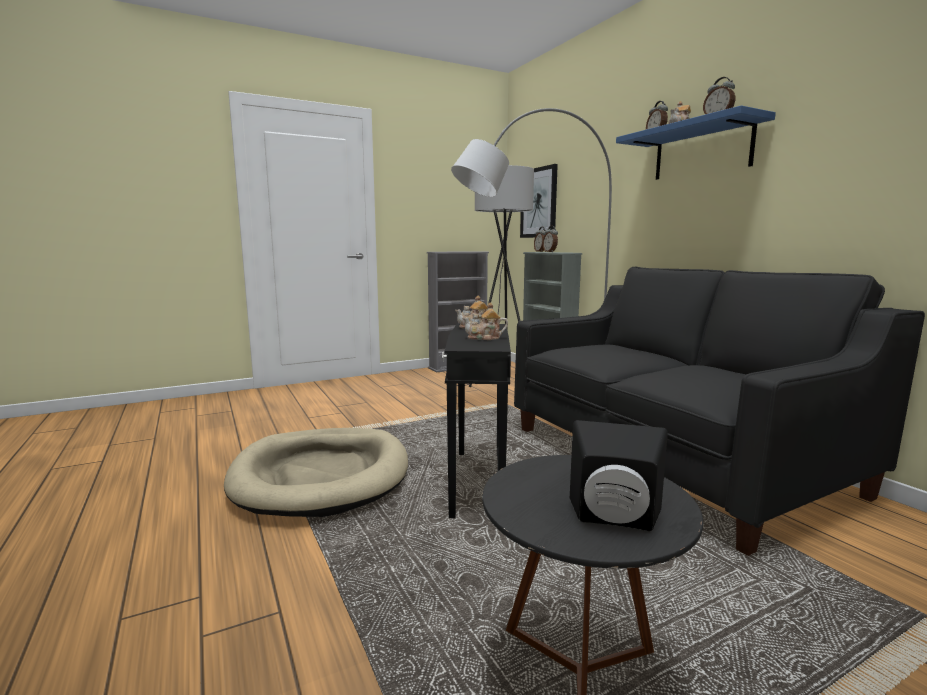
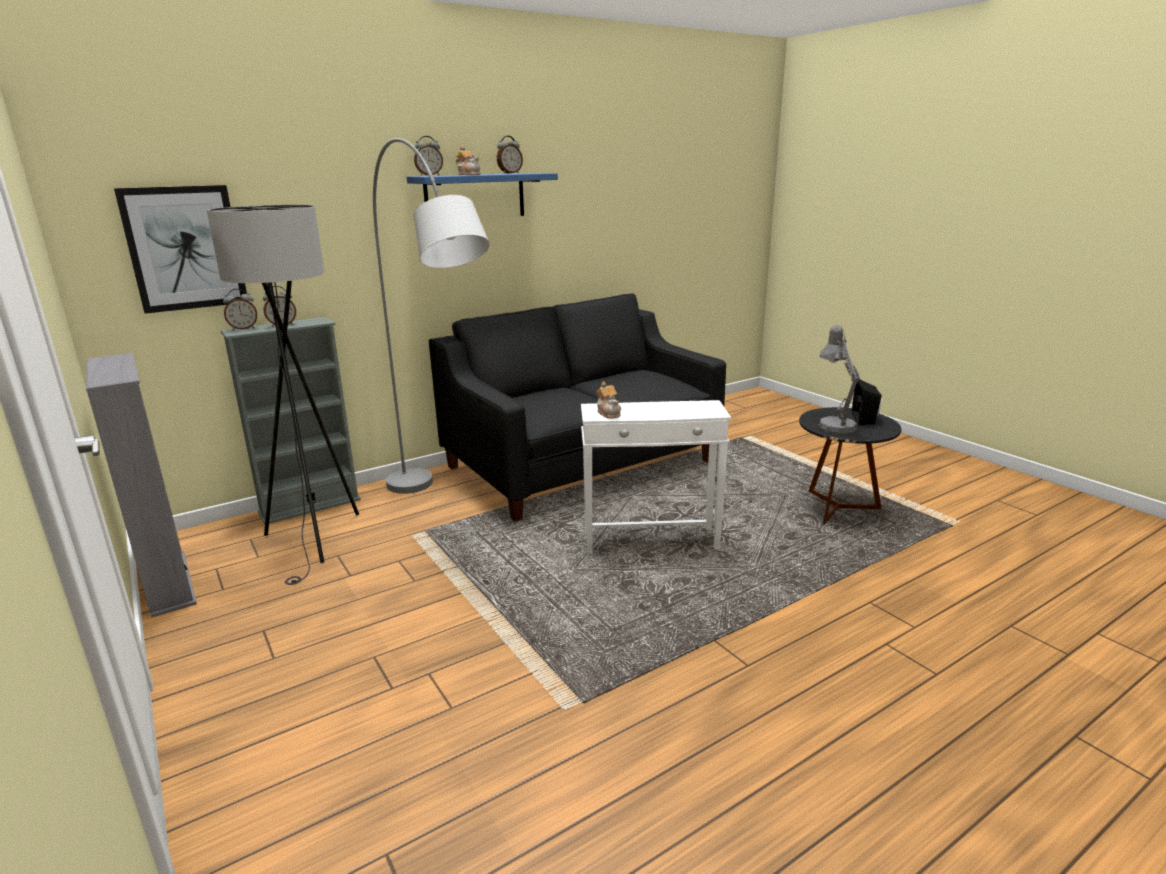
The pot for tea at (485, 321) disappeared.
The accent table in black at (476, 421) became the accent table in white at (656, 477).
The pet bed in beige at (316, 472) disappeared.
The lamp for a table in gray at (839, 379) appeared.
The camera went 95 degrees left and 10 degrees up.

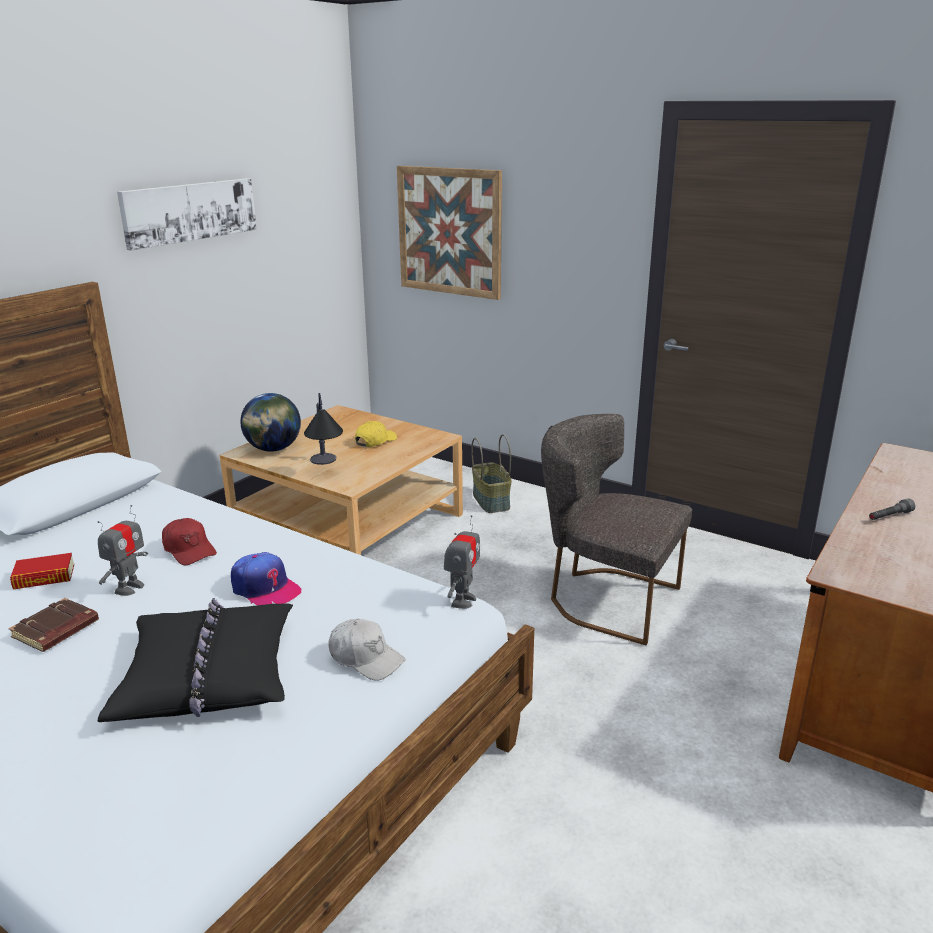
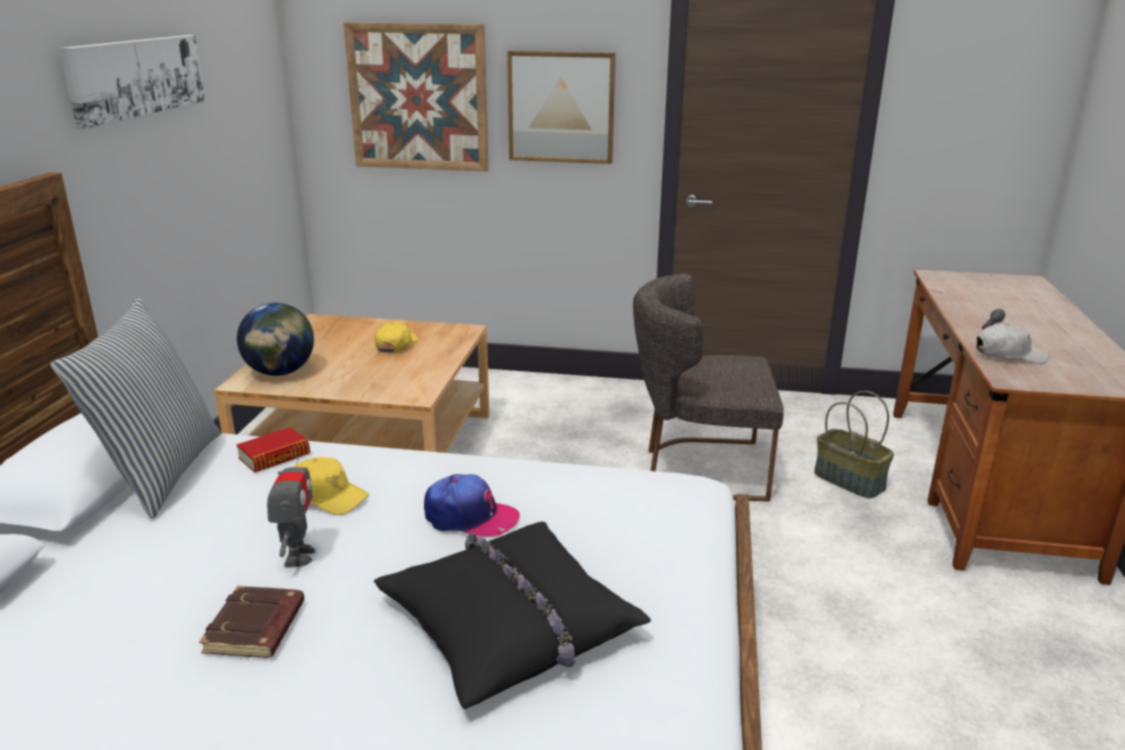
The lamp for a table at (323, 429) disappeared.
The household basket moved from (491, 473) to (854, 444).
The toy robot at (462, 562) disappeared.
The cap in red at (189, 541) became the cap in yellow-coloured at (331, 486).
The bound book moved from (42, 571) to (273, 450).
The cap in white moved from (366, 650) to (1012, 343).
The picture at (561, 107) appeared.
The pillow at (135, 408) appeared.
The camera went 25 degrees left and 0 degrees up.

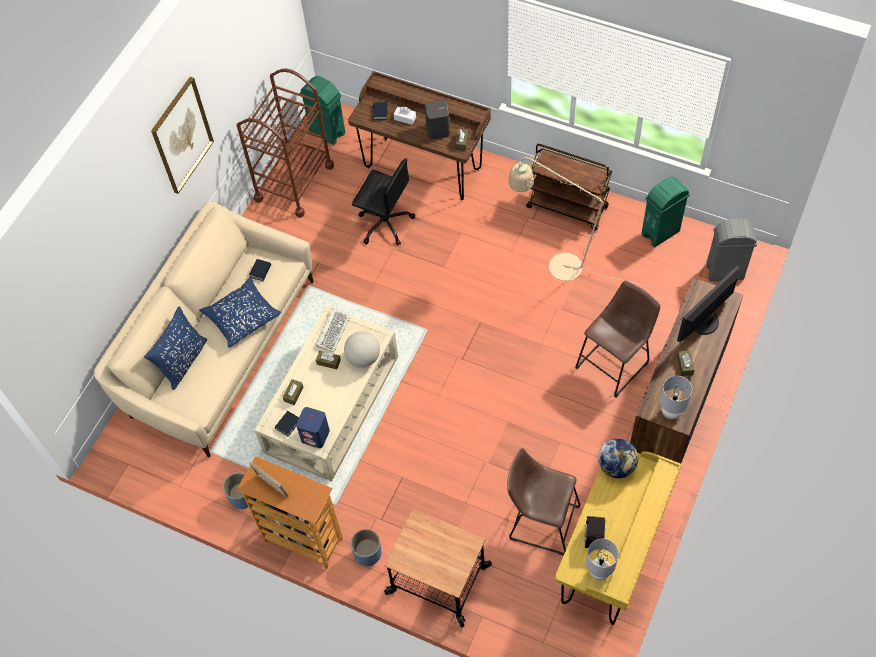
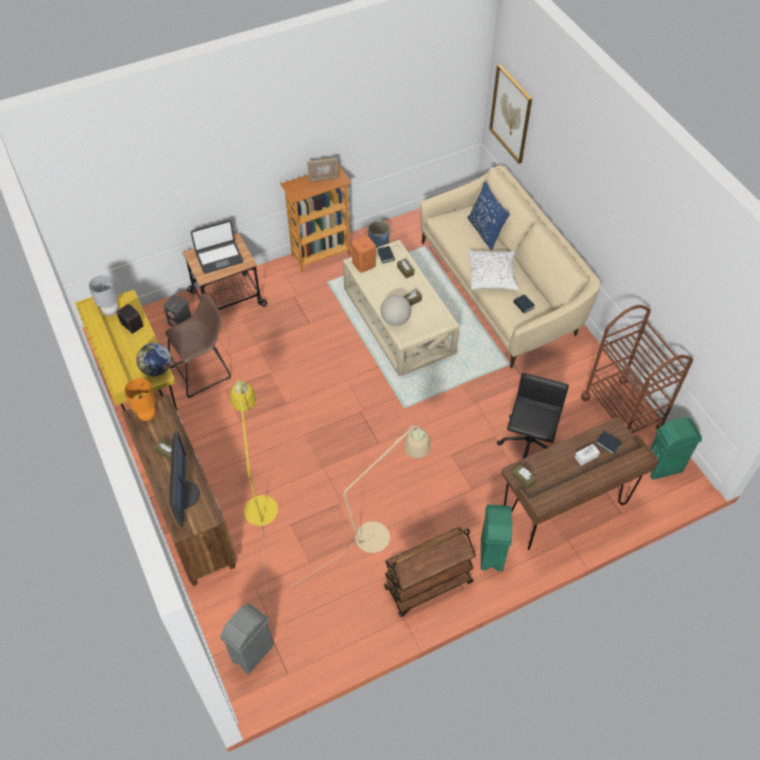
The picture moved from (182, 135) to (510, 114).
The speaker in gray moved from (437, 120) to (177, 310).
The computer chair in black at (383, 202) turned 135 degrees clockwise.
The trash can in green-coloured moved from (665, 212) to (496, 538).
The pillow in blue-coloured at (240, 312) became the pillow in white at (494, 270).
The stool in brown-coloured at (617, 339) was replaced by the standard lamp in yellow-coloured at (254, 486).
The computer keyboard at (333, 330) disappeared.
The lamp for a table in gray at (676, 397) became the lamp for a table in orange at (140, 399).
The speaker in blue-coloured at (313, 427) became the speaker in orange at (364, 254).
The plant pot in blue-coloured at (365, 547) disappeared.
The notebook computer at (217, 247) appeared.
The camera went 125 degrees right and 5 degrees down.

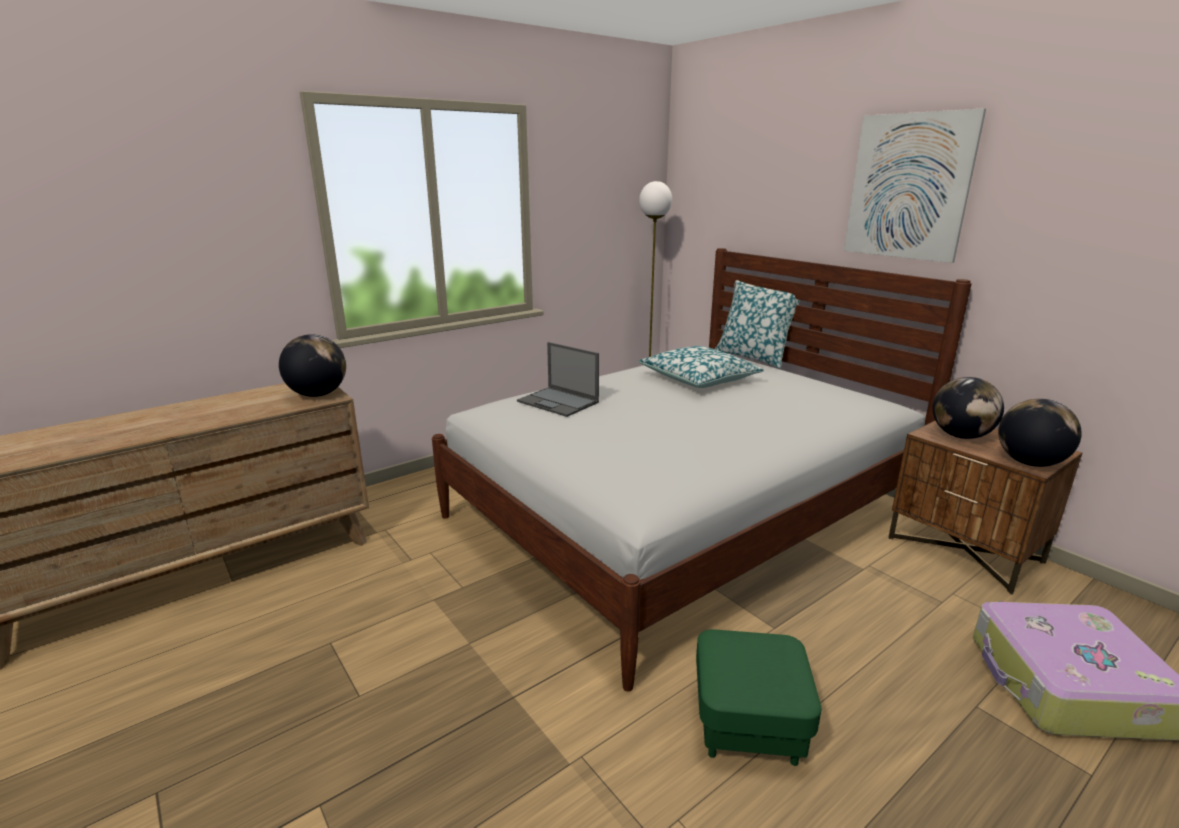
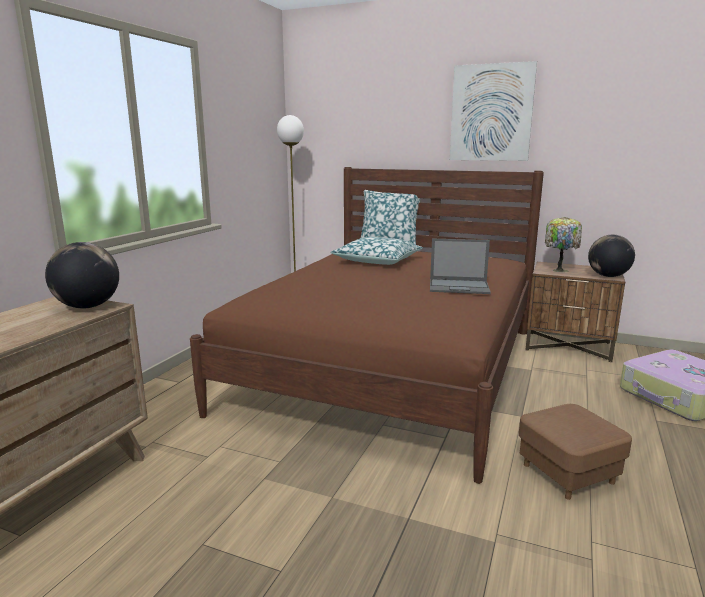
The sleeping bed in white at (702, 470) became the sleeping bed in brown-coloured at (367, 325).
The notebook computer moved from (558, 379) to (460, 266).
The desk globe at (968, 408) was replaced by the lamp for a table at (563, 244).
The footrest in green-coloured at (759, 697) became the footrest in brown-coloured at (575, 452).
The camera went 30 degrees left and 5 degrees down.

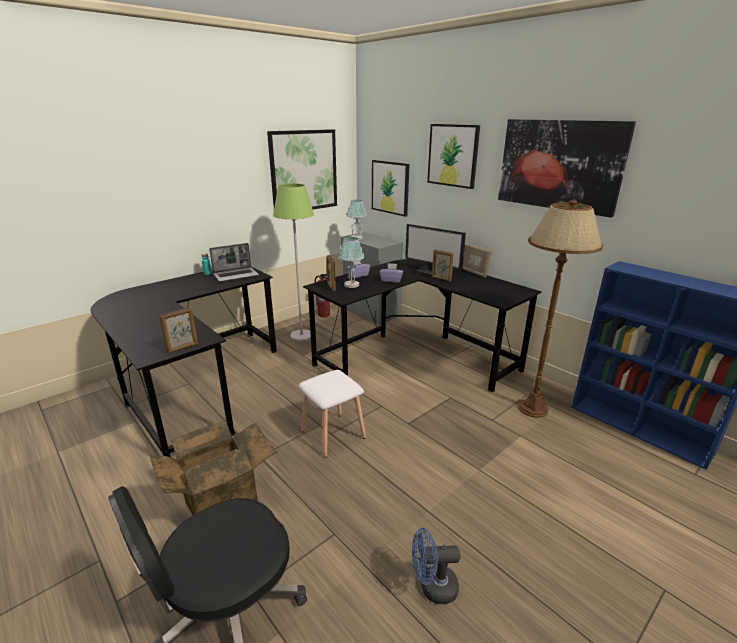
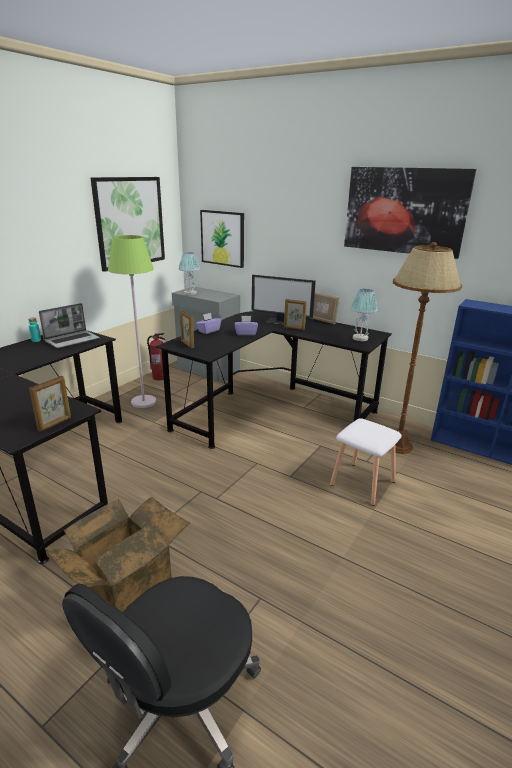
The picture at (453, 156) disappeared.
The lamp for a table moved from (351, 262) to (364, 315).
The stool in white moved from (332, 414) to (366, 462).
The fan in blue-coloured at (436, 566) disappeared.
The camera went 15 degrees left and 0 degrees up.

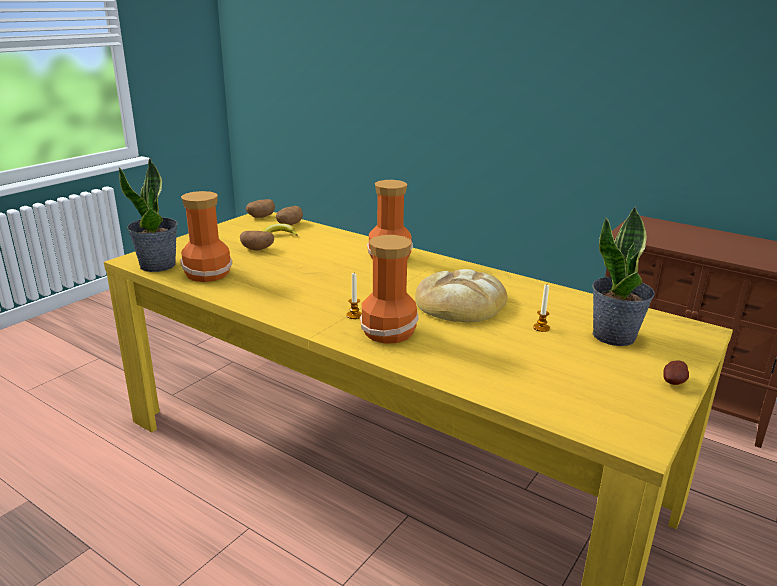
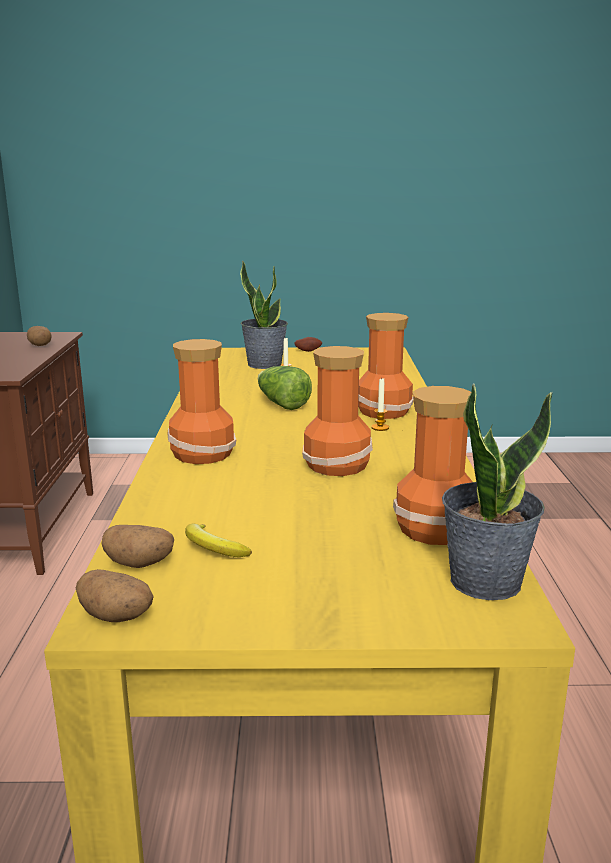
The spud moved from (257, 241) to (39, 336).
The bakery bread at (461, 295) was replaced by the lettuce head at (285, 388).
The flower vase at (337, 411) appeared.
The camera went 125 degrees left and 5 degrees down.

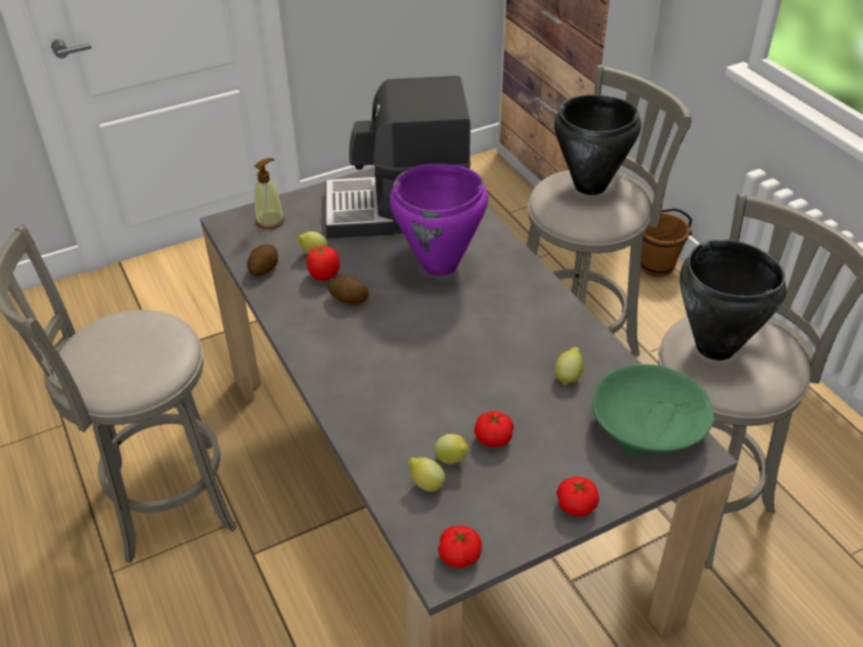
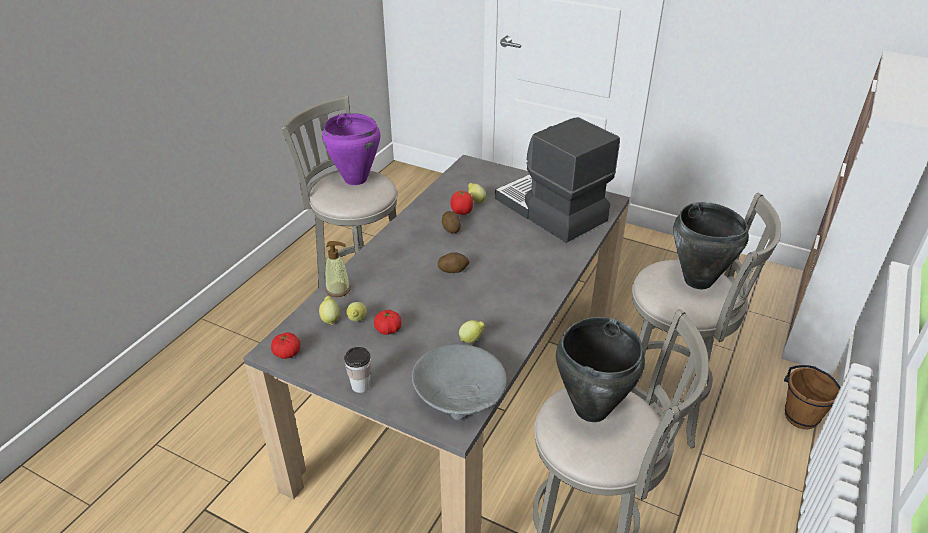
The soap bottle moved from (269, 193) to (338, 269).
The saucepot in purplish moved from (439, 220) to (351, 149).
The spud moved from (262, 260) to (453, 262).
The deep dish in green-coloured at (653, 410) became the deep dish in gray at (459, 382).
The fresh tomato at (578, 496) was replaced by the drinking cup at (357, 370).
The camera went 55 degrees right and 5 degrees down.

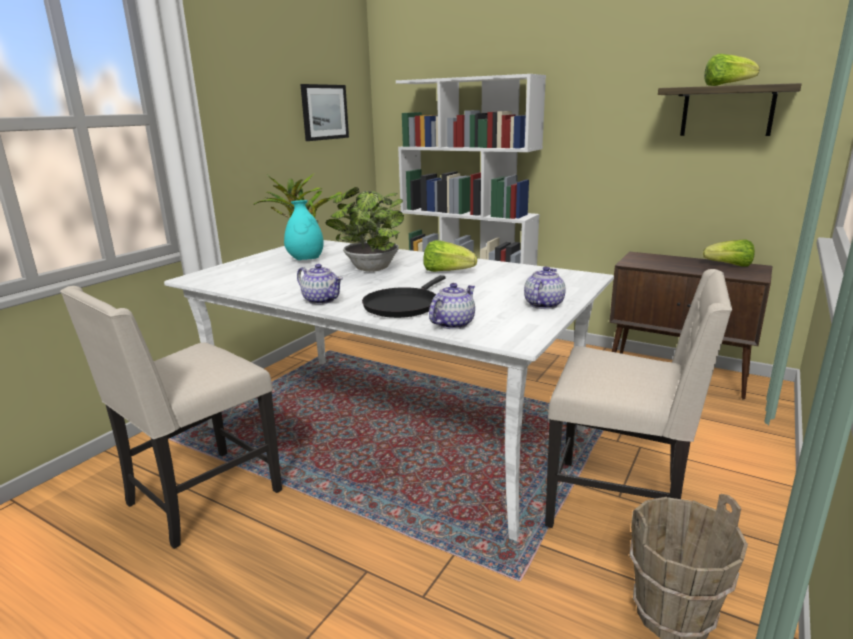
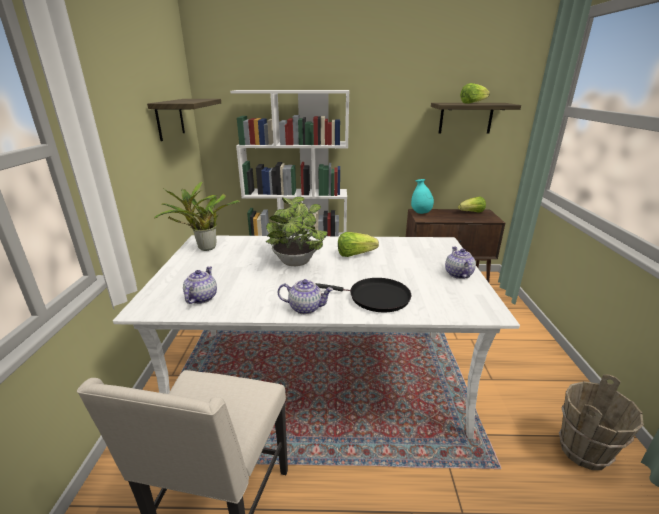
The picture at (324, 112) was replaced by the wall shelf at (184, 120).
The flower vase in turquoise-coloured moved from (304, 230) to (422, 196).
The plain chair in beige at (638, 398) disappeared.
The skillet in black at (404, 296) turned 75 degrees counterclockwise.
The pot for tea moved from (452, 306) to (200, 285).
The camera went 30 degrees left and 5 degrees up.

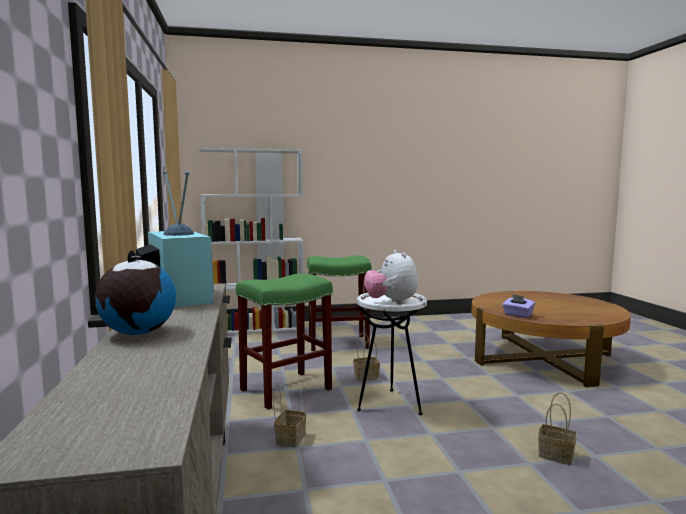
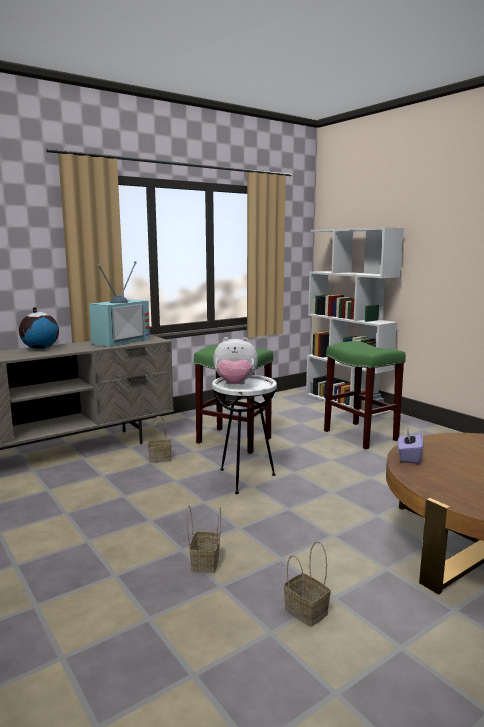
The cuddly toy at (391, 277) turned 135 degrees counterclockwise.
The household basket moved from (366, 357) to (307, 584).
The camera went 65 degrees right and 5 degrees up.

